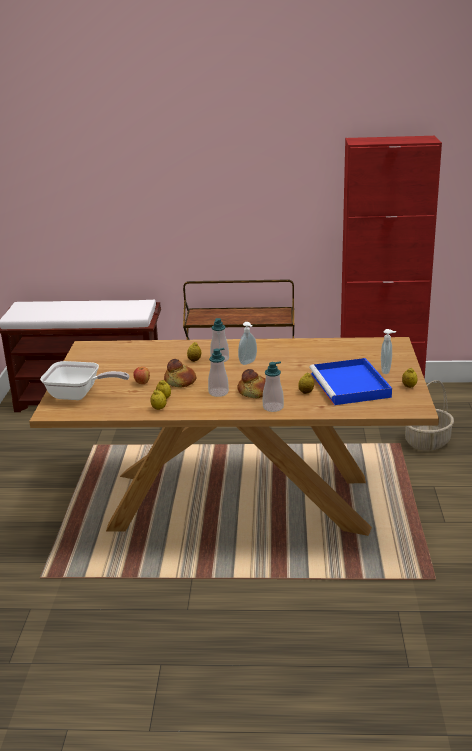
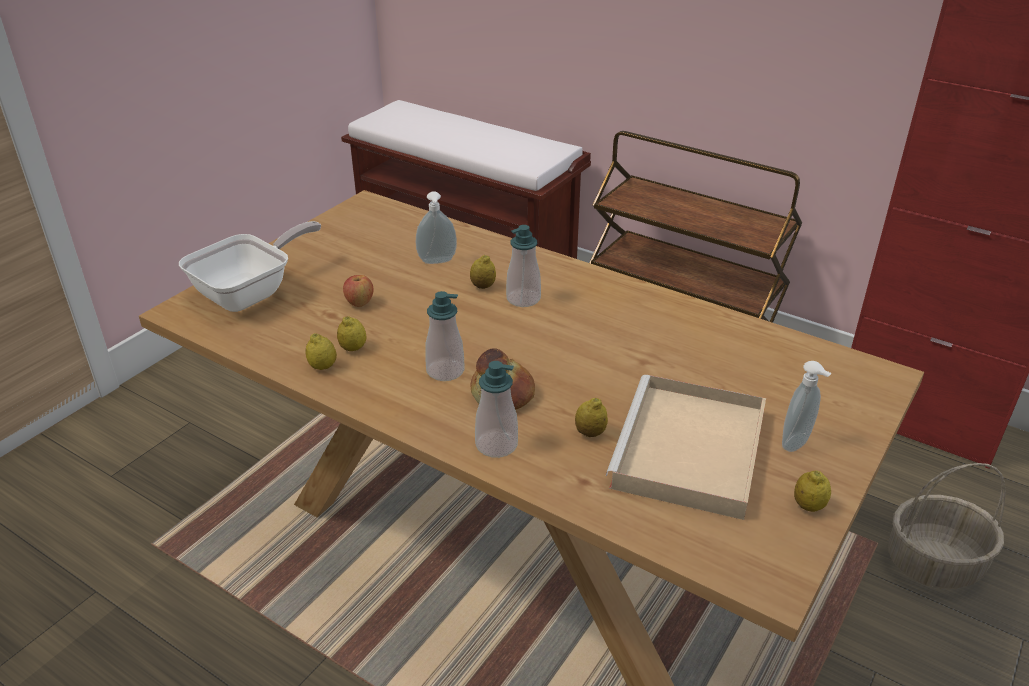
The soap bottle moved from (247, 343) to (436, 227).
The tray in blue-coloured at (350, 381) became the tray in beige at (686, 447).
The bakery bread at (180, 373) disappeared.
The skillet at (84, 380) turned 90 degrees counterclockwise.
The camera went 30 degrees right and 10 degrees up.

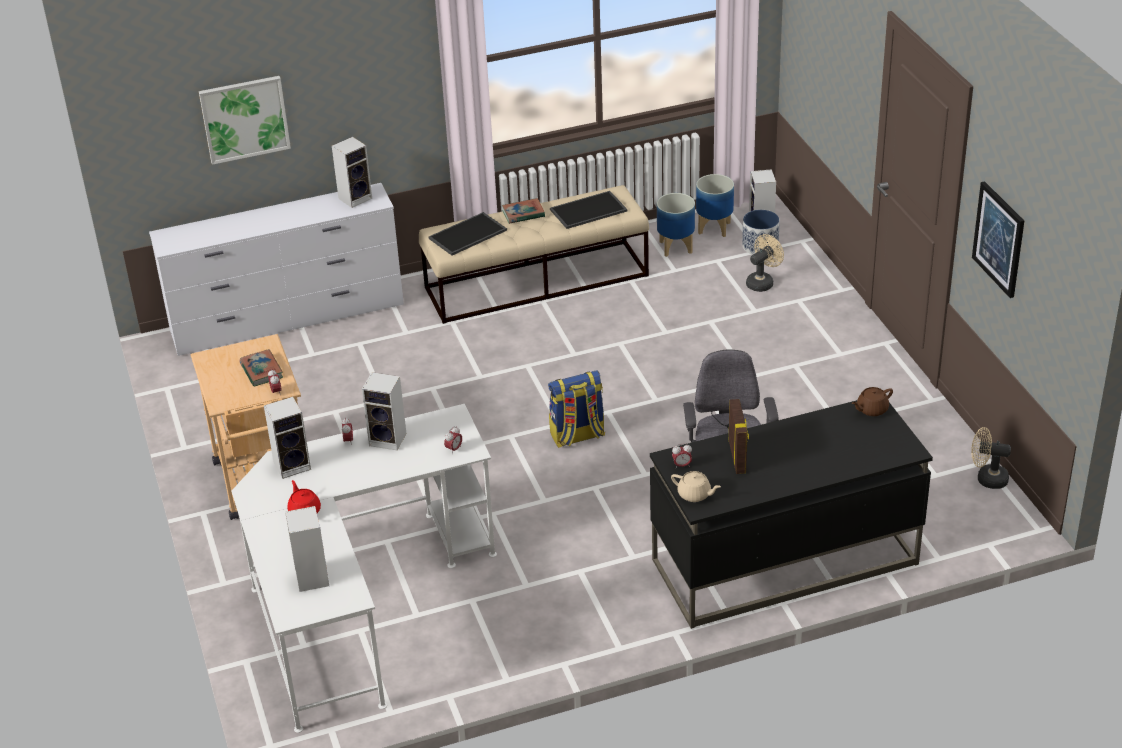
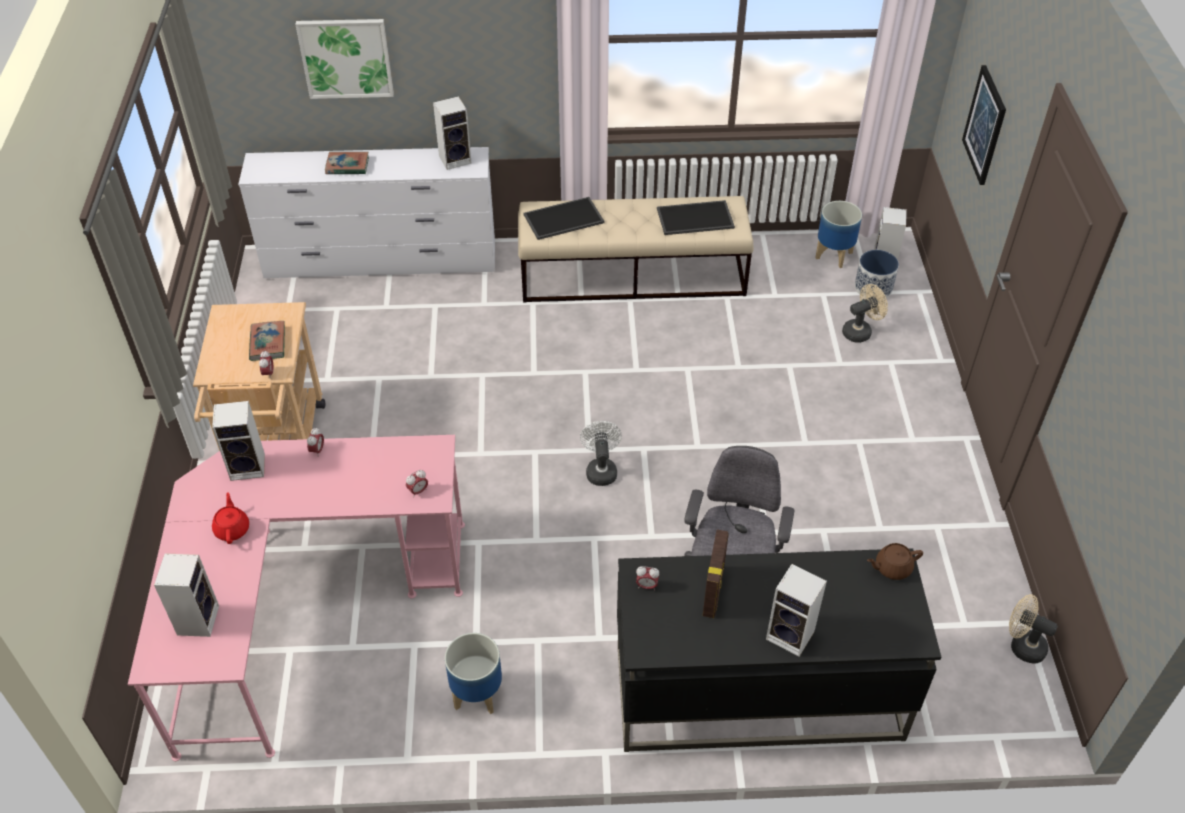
The picture moved from (998, 239) to (984, 125).
The plant pot moved from (676, 225) to (473, 673).
The bound book moved from (523, 211) to (347, 163).
The backpack at (576, 409) was replaced by the fan in white at (601, 453).
The speaker moved from (384, 411) to (796, 610).
The desk in white at (364, 568) became the desk in pinkish at (296, 598).
The pot for tea in beige at (696, 486) disappeared.
The camera went 15 degrees right and 10 degrees up.

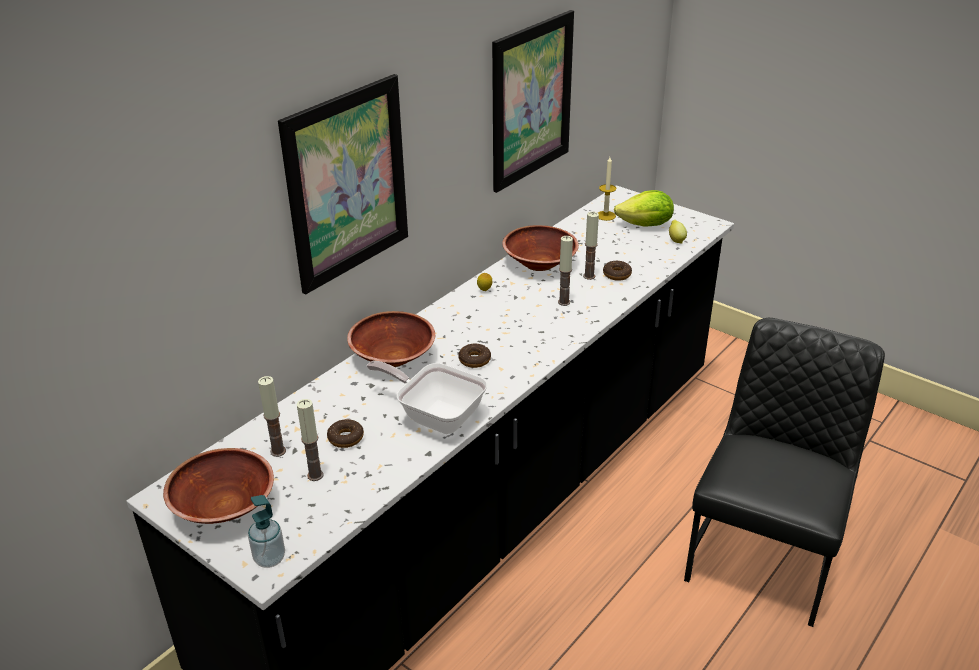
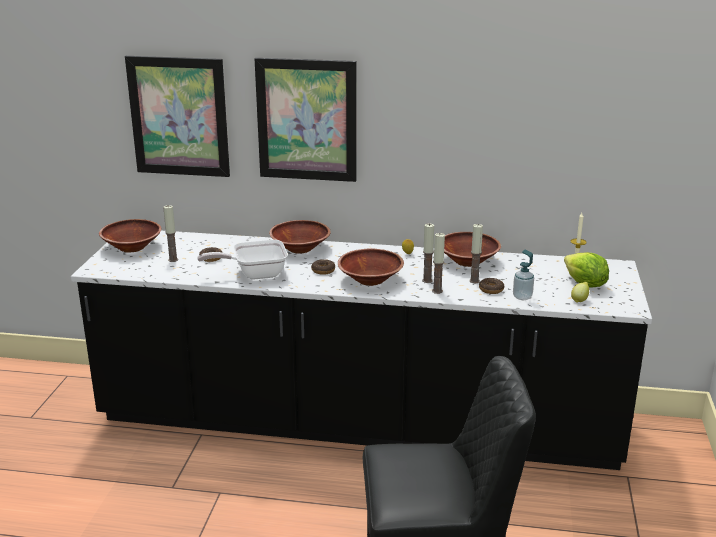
The picture moved from (533, 101) to (177, 116).
The skillet at (427, 397) turned 105 degrees counterclockwise.
The candle moved from (272, 416) to (438, 263).
The soap bottle moved from (266, 531) to (523, 275).
The deep dish in brown-coloured at (371, 267) appeared.
The camera went 60 degrees right and 10 degrees down.

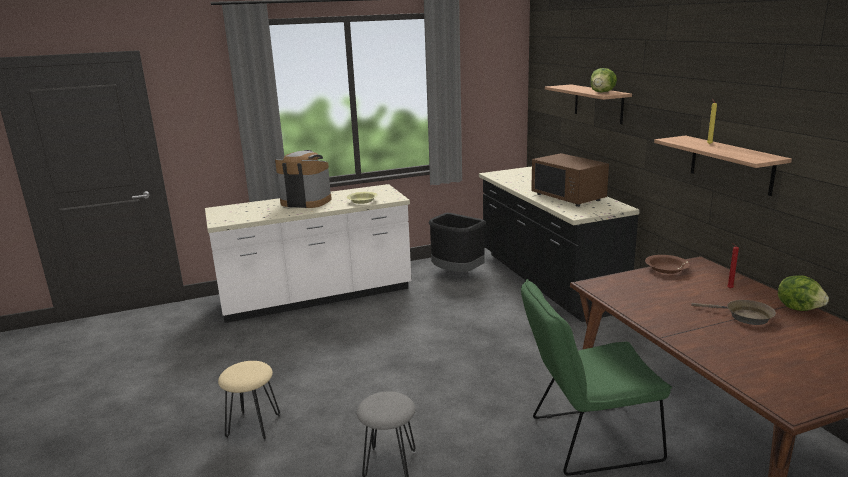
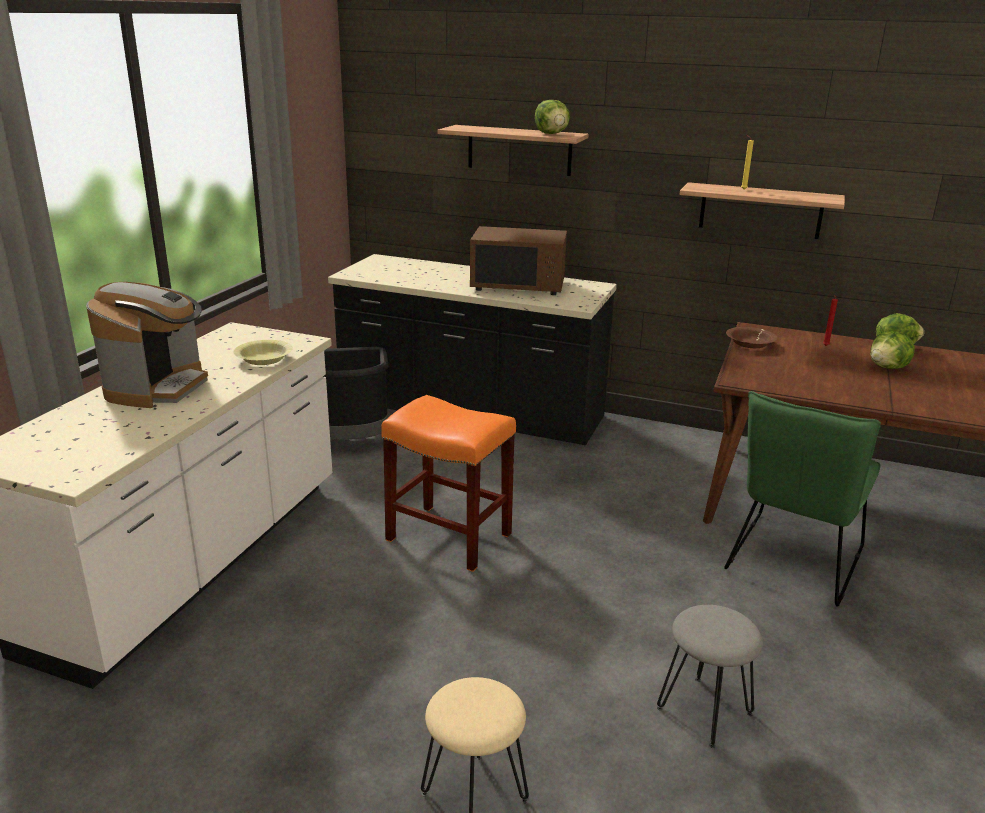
The coffee brewer at (303, 179) turned 135 degrees clockwise.
The skillet in brown-coloured at (733, 312) was replaced by the lettuce head at (892, 350).
The stool in orange at (448, 483) appeared.
The camera went 50 degrees left and 5 degrees up.

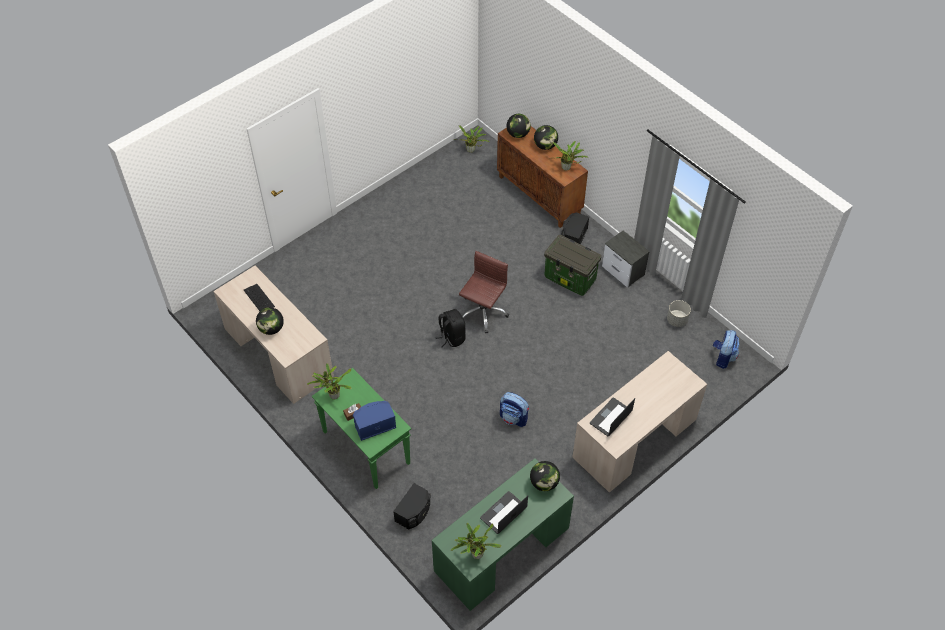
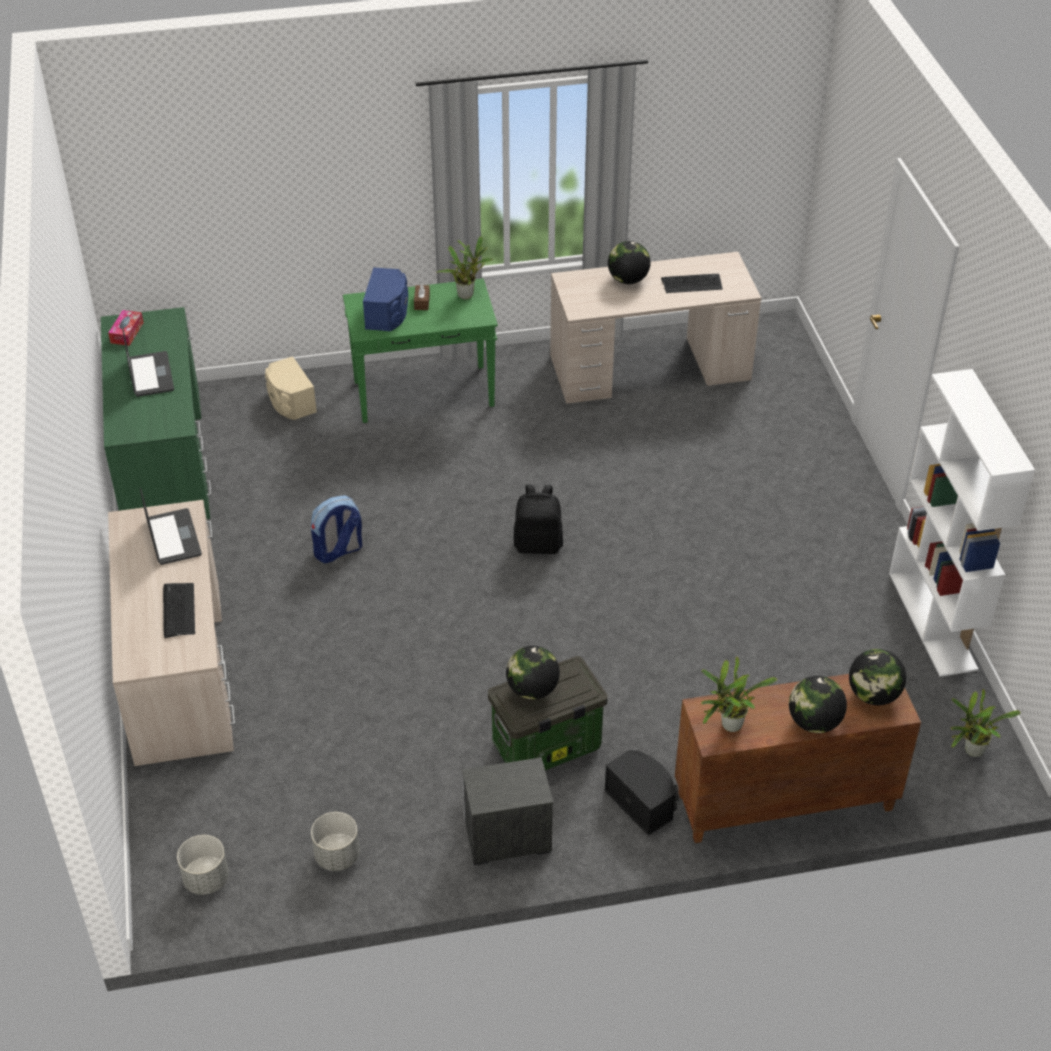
The computer chair in brown-coloured at (484, 292) disappeared.
The backpack at (726, 349) was replaced by the plant pot in gray at (203, 865).
The desk globe moved from (545, 476) to (533, 673).
The speaker in black at (411, 506) became the speaker in beige at (291, 388).
The potted plant at (476, 541) was replaced by the tissue box at (126, 328).
The bookshelf in white at (962, 523) appeared.
The computer keyboard at (179, 610) appeared.
The camera went 120 degrees right and 10 degrees down.

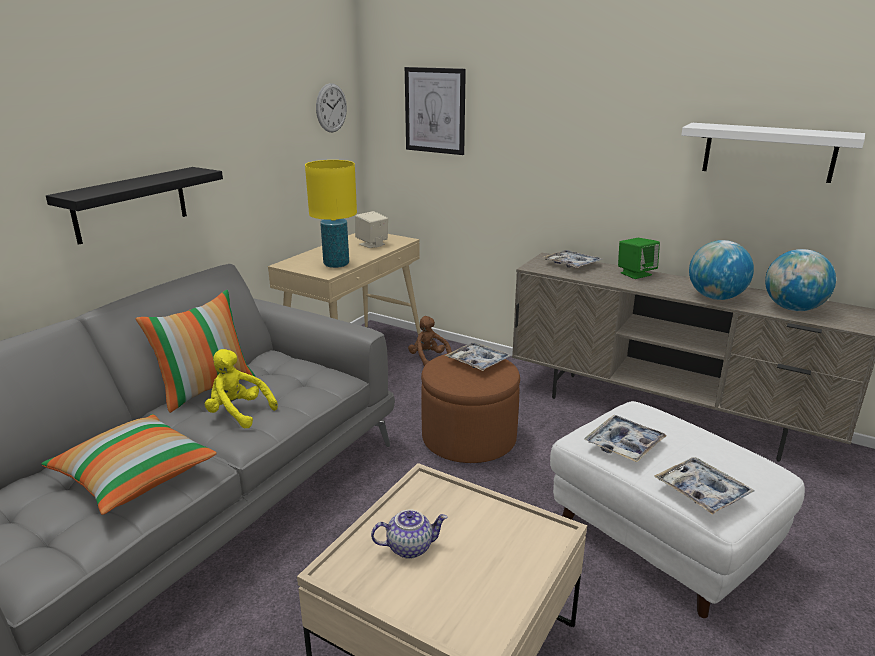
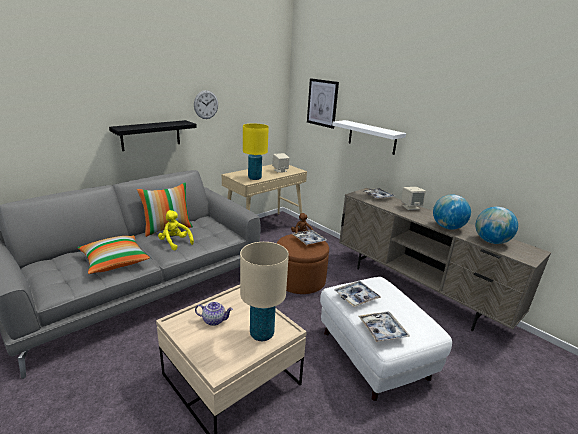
The hanging clock moved from (331, 107) to (206, 104).
The wall shelf in white moved from (773, 153) to (369, 137).
The speaker in green-coloured at (639, 258) became the speaker in beige at (413, 198).
The lamp for a table in beige at (264, 291) appeared.
The camera went 15 degrees right and 0 degrees up.

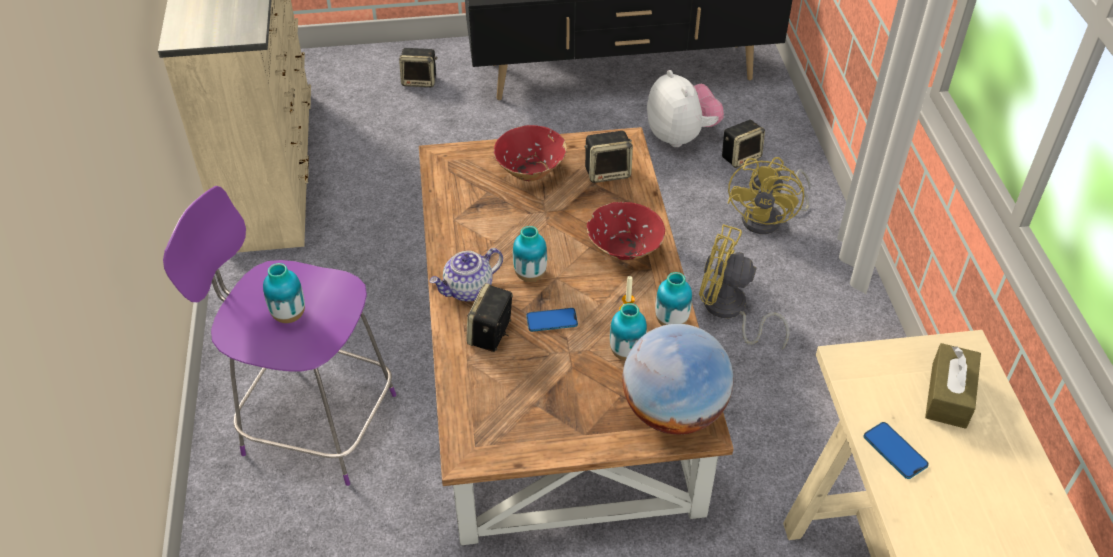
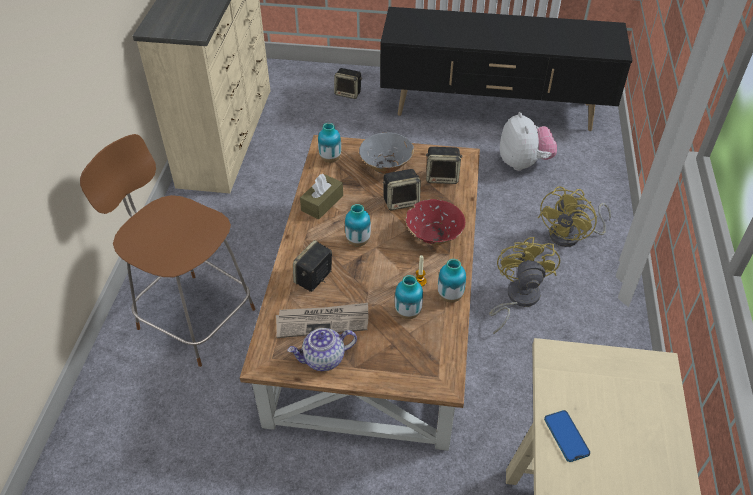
The speaker moved from (743, 144) to (402, 189).
The deep dish in red at (530, 153) became the deep dish in gray at (386, 153).
The stool in purplish at (279, 336) became the stool in brown-coloured at (167, 250).
The fan in yellow-coloured at (744, 286) turned 60 degrees clockwise.
The pot for tea moved from (466, 275) to (322, 349).
The flower vase moved from (284, 293) to (329, 143).
The telephone at (552, 320) disappeared.
The desk globe at (677, 379) disappeared.
The tissue box in brown-coloured moved from (953, 386) to (321, 196).
The newspaper at (322, 320) appeared.
The camera went 15 degrees right and 0 degrees up.

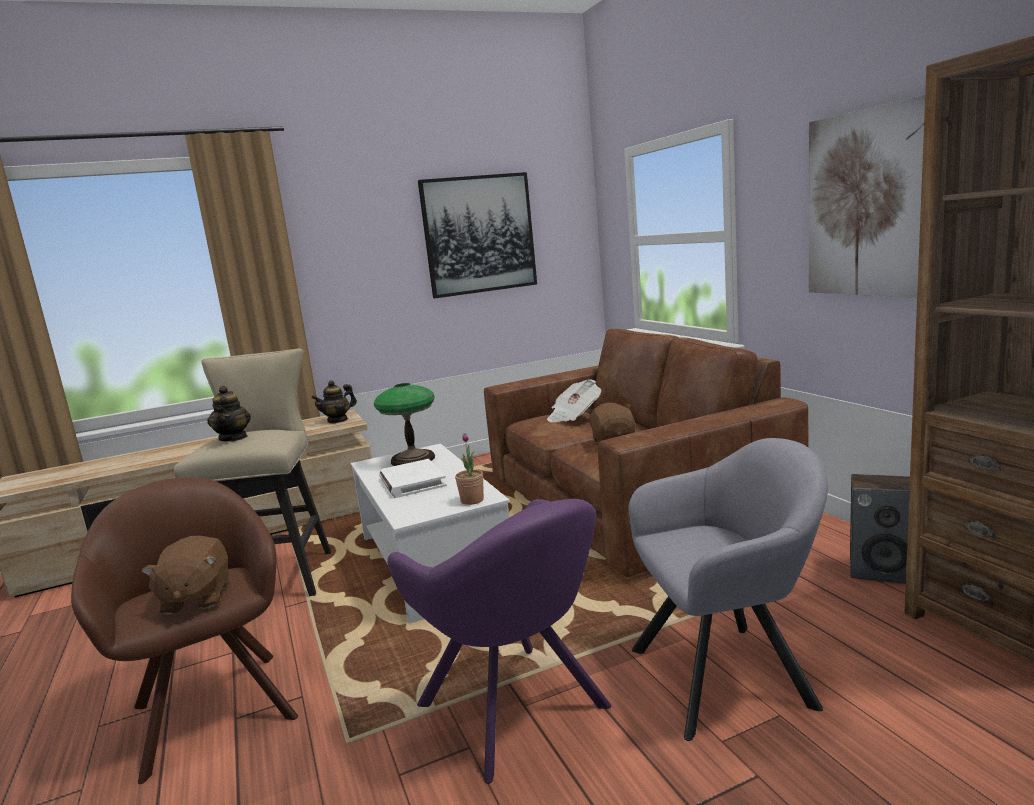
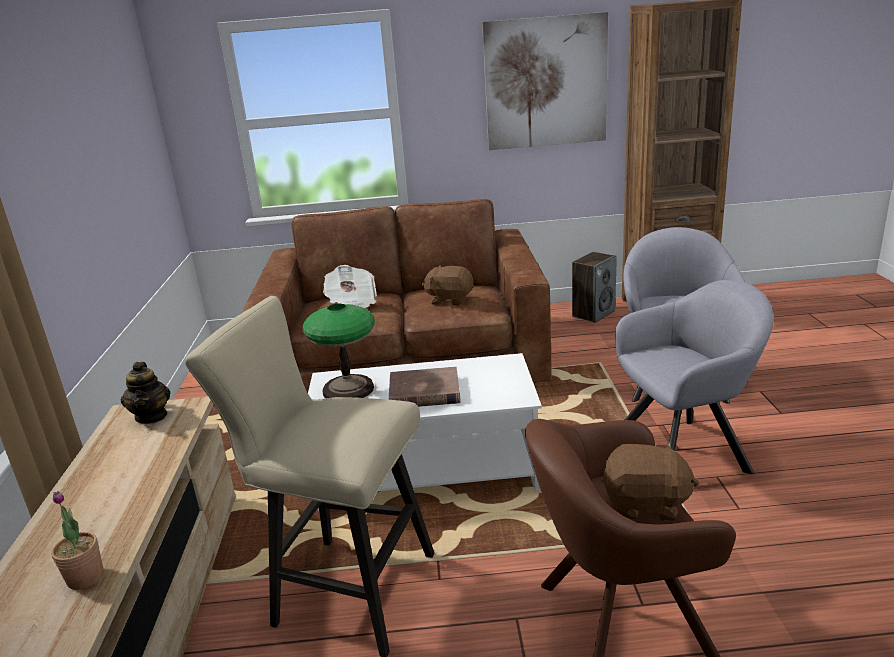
The picture at (477, 235) disappeared.
The pot for tea at (229, 414) disappeared.
The potted plant moved from (469, 469) to (77, 540).
The bound book in white at (413, 478) became the bound book in brown-coloured at (425, 386).
The armchair in purplish at (499, 641) became the armchair in gray at (694, 377).
The camera went 70 degrees left and 10 degrees up.

